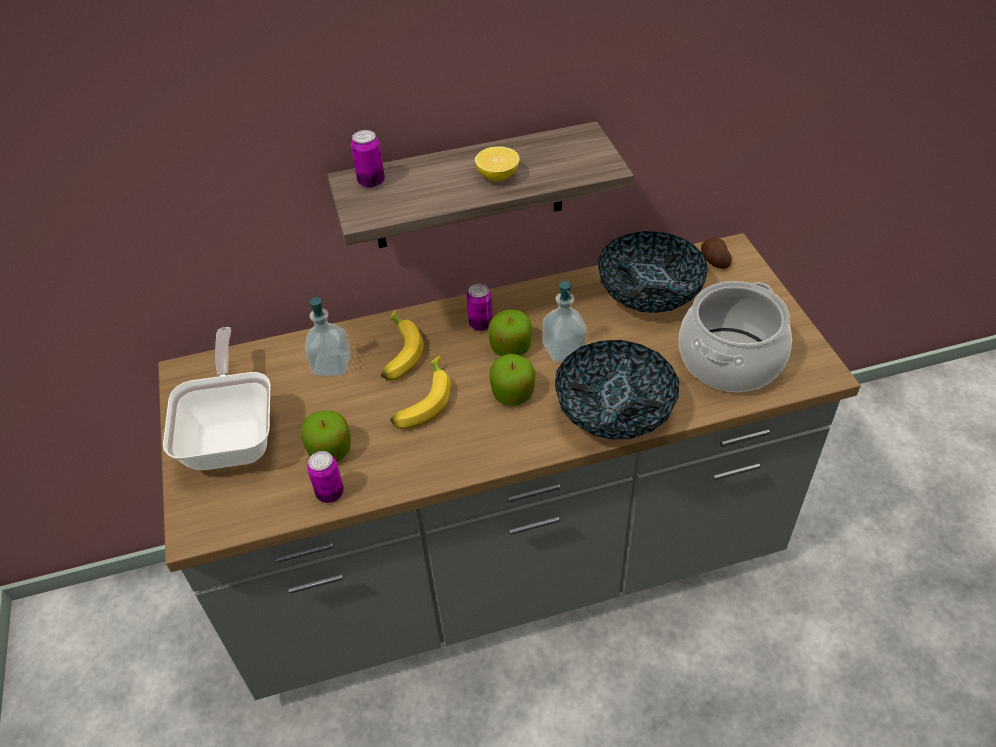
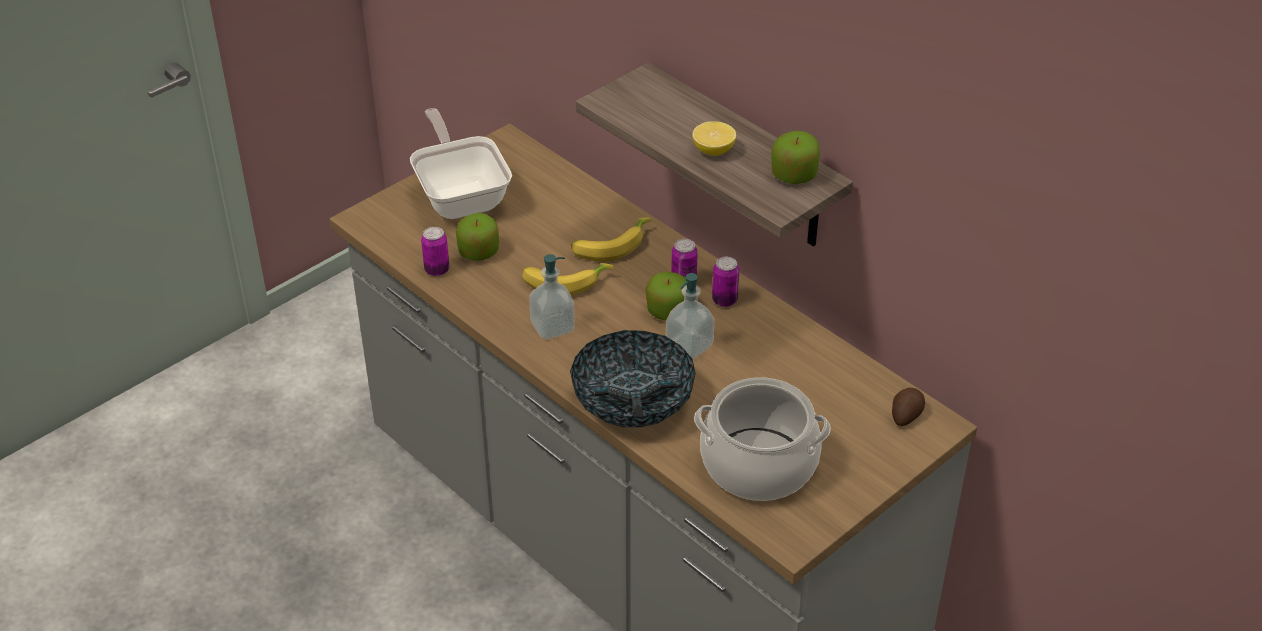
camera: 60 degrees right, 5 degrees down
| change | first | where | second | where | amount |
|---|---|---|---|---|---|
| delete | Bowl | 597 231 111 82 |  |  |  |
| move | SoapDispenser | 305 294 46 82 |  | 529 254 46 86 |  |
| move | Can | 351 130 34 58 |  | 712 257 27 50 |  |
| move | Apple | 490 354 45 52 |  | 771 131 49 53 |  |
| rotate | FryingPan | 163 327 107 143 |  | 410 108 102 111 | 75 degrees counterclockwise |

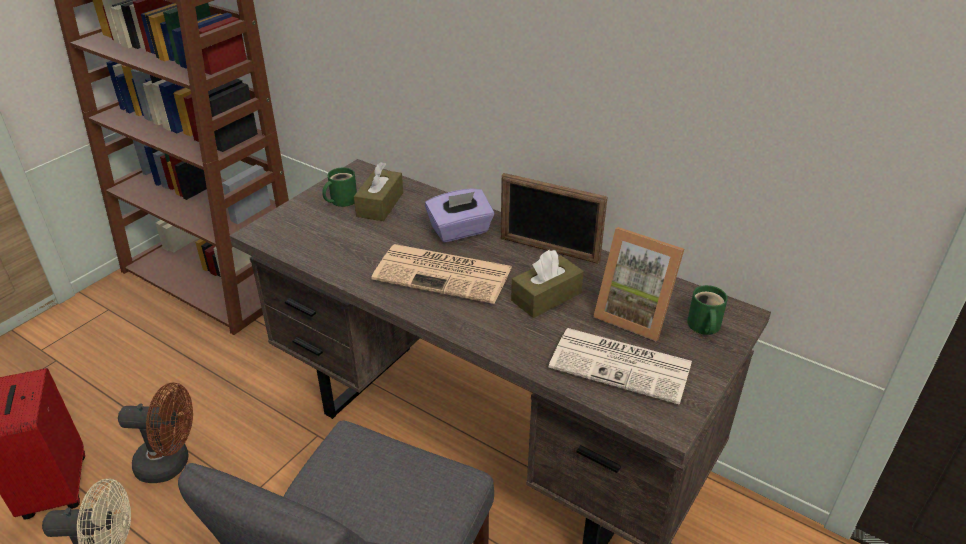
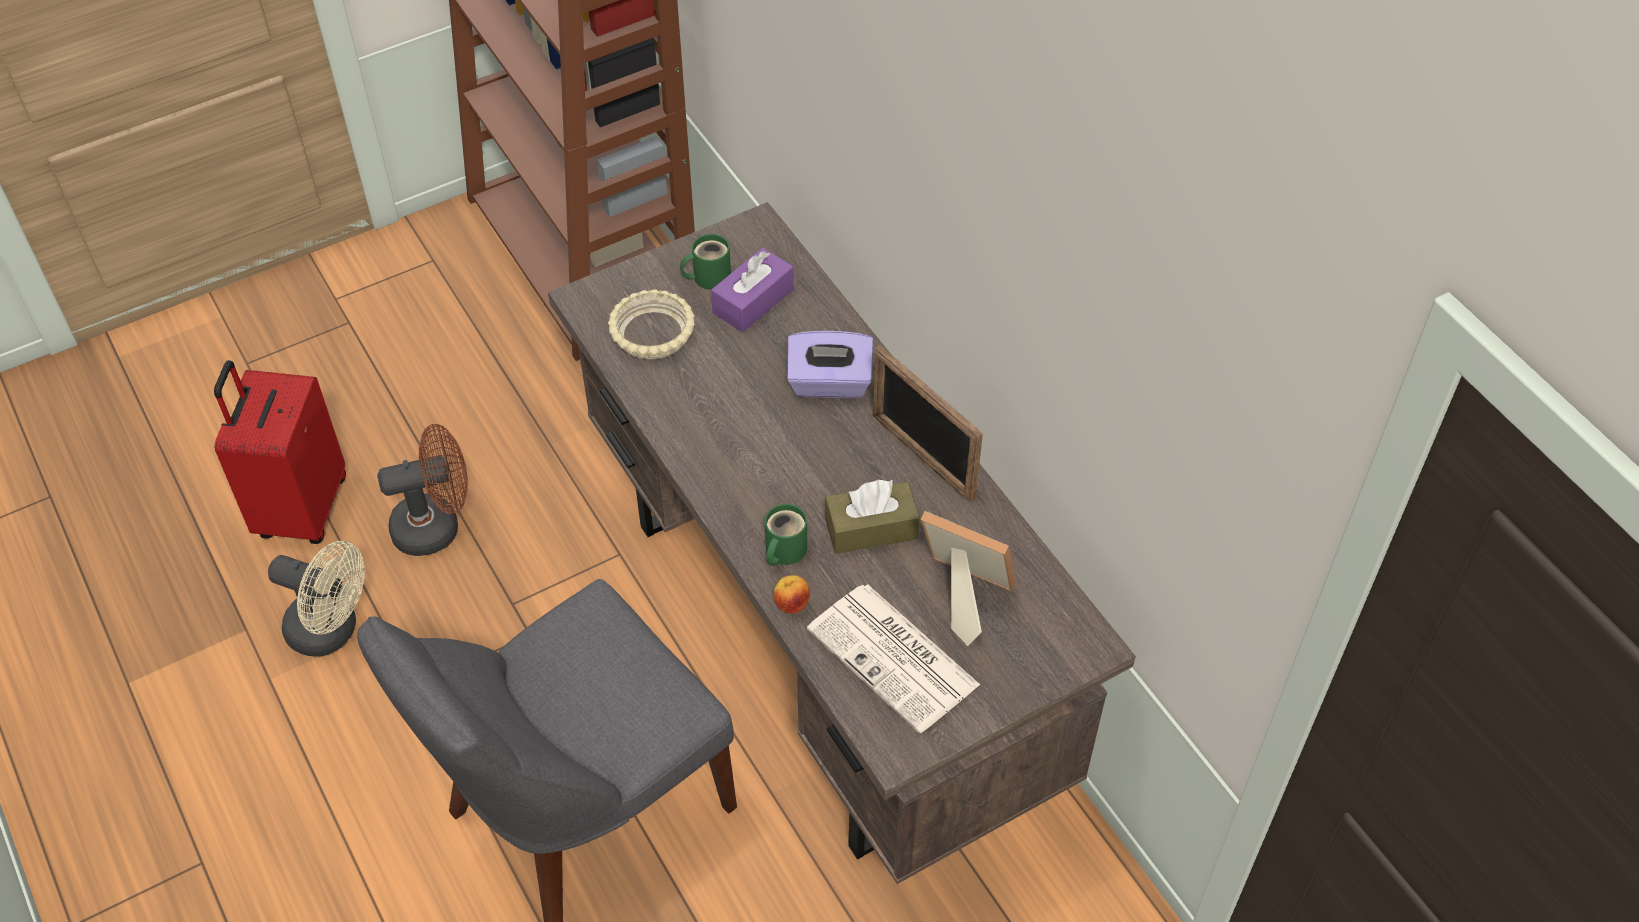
camera: 25 degrees right, 15 degrees up
| change | first | where | second | where | amount |
|---|---|---|---|---|---|
| delete | Newspaper | 371 244 141 60 |  |  |  |
| insert |  |  | BeigeBowl | 608 289 87 70 |  |
| insert |  |  | Apple | 774 575 36 39 |  |
| move | GreenMug | 687 285 41 50 |  | 765 504 42 62 |  |
| recolor | BrownTissueBox | 354 162 49 59 | PurpleTissueBox | 711 248 83 84 |  |
| rotate | BrownFan | 118 382 75 101 |  | 377 424 91 132 | 45 degrees counterclockwise |
| rotate | PictureFrame | 593 227 91 114 |  | 921 511 95 135 | 150 degrees clockwise |

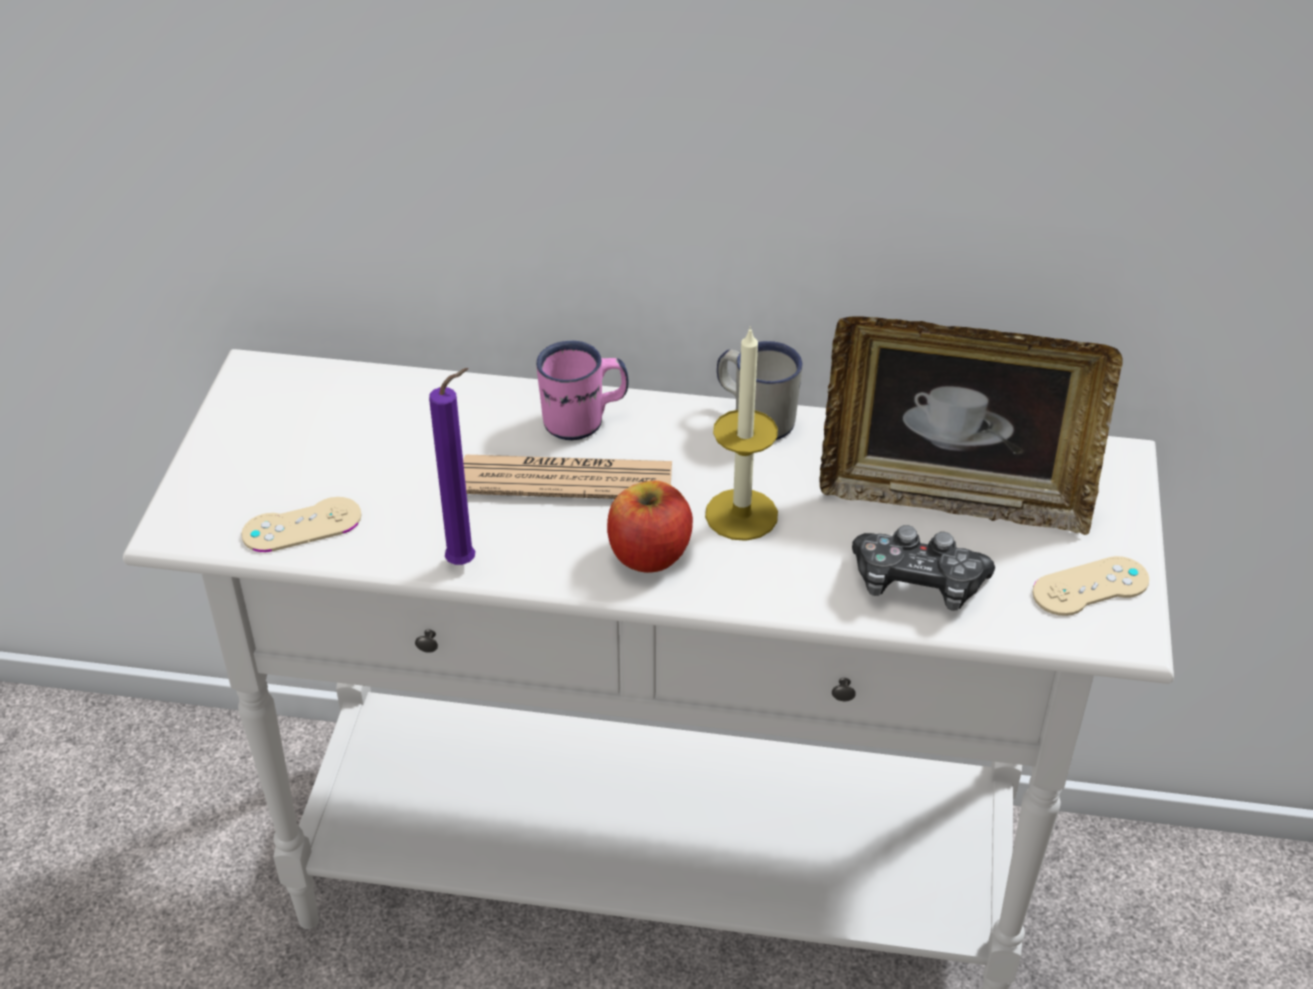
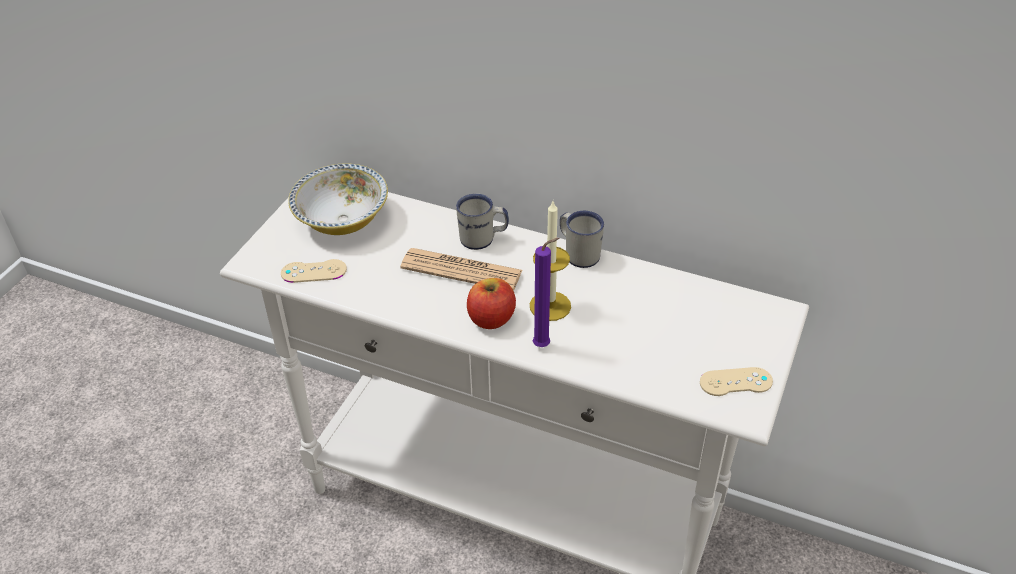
camera: 15 degrees right, 0 degrees up
| change | first | where | second | where | amount |
|---|---|---|---|---|---|
| delete | PictureFrame | 819 316 304 219 |  |  |  |
| delete | GameController | 852 525 143 86 |  |  |  |
| insert |  |  | Bowl | 288 163 100 72 |  |
| move | PurpleCandle | 429 368 46 197 |  | 533 238 27 109 |  |
| recolor | PinkMug | 536 340 93 100 | WhiteMug | 456 194 53 56 |  |

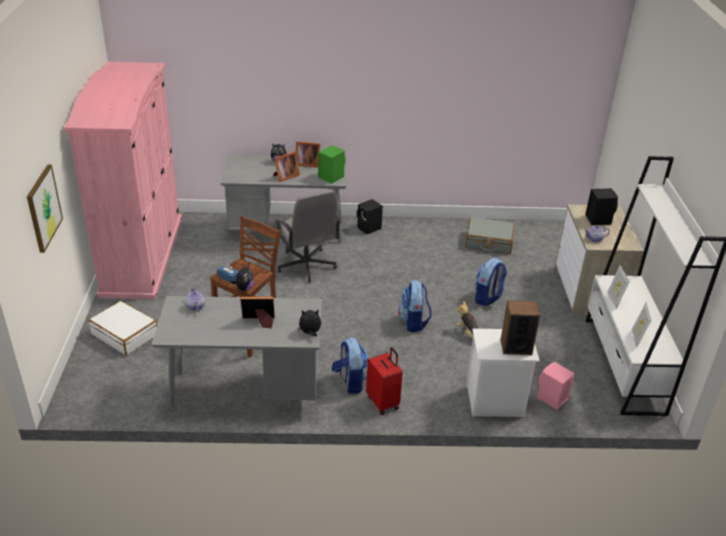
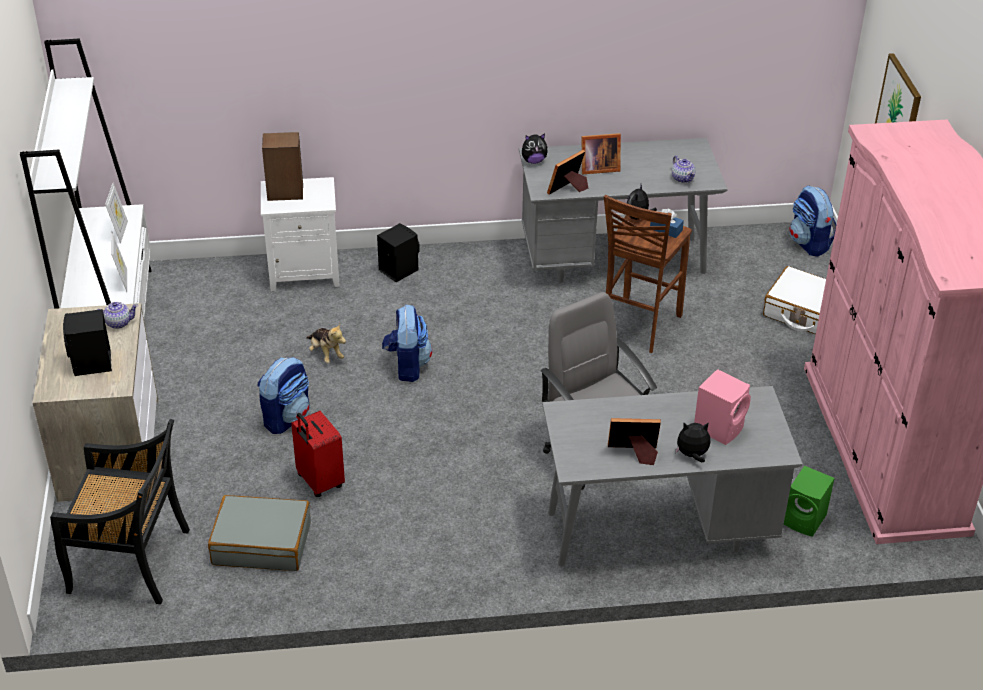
camera: 175 degrees right, 5 degrees up
| change | first | where | second | where | amount |
|---|---|---|---|---|---|
| insert |  |  | BlackChair | 50 419 140 185 |  |
| move | PictureFrame | 273 151 27 31 |  | 547 150 41 45 |  |
| move | GreenSpeaker | 318 146 28 38 |  | 784 466 51 71 |  |
| move | Backpack | 332 337 36 57 |  | 789 185 47 72 |  |
| move | BlackSpeaker | 357 199 26 35 |  | 377 223 43 59 |  |
| move | RedSuitcase | 366 347 37 68 |  | 291 411 54 86 |  |
| move | PinkSpeaker | 537 362 38 48 |  | 694 369 57 76 |  |

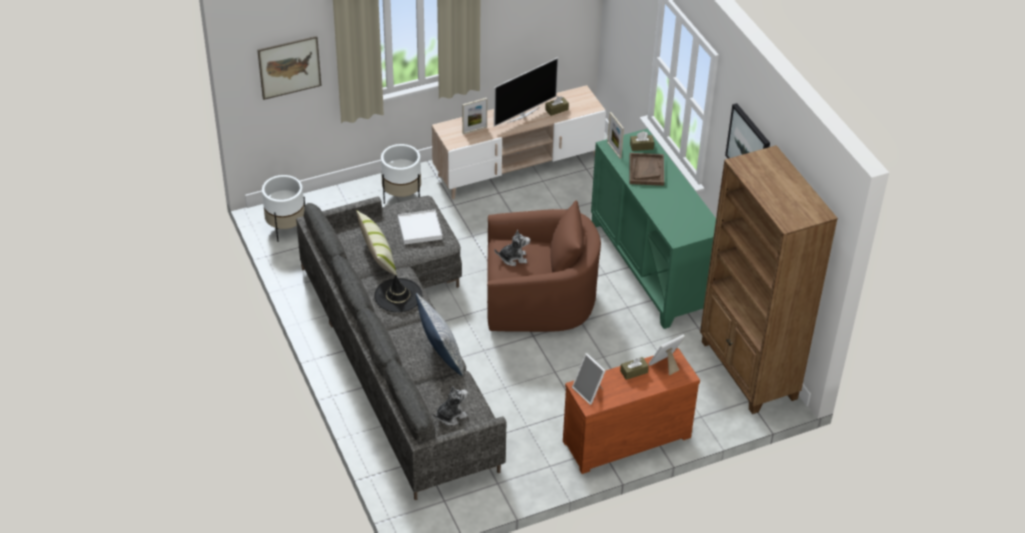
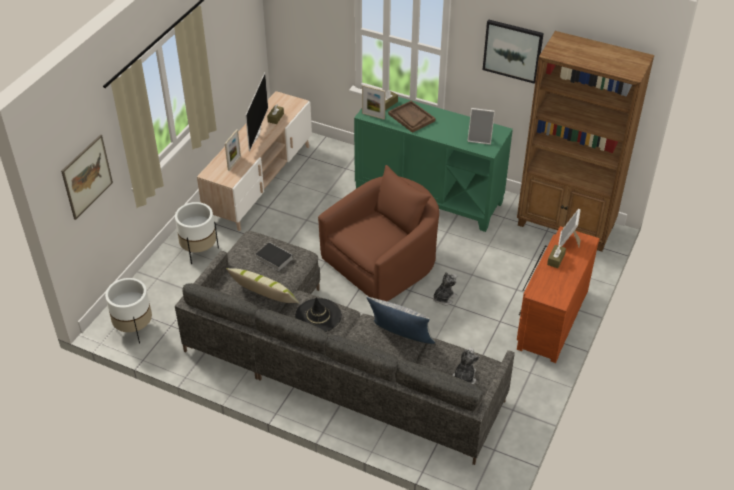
camera: 40 degrees left, 0 degrees up
| change | first | where | second | where | amount |
|---|---|---|---|---|---|
| move | PlushToy | 495 230 35 36 |  | 433 272 24 33 |  |
| move | PictureFrame | 572 353 34 52 |  | 467 108 28 37 |  |
| replace | WhiteTray | 398 210 44 35 | Book | 256 242 37 29 |  |

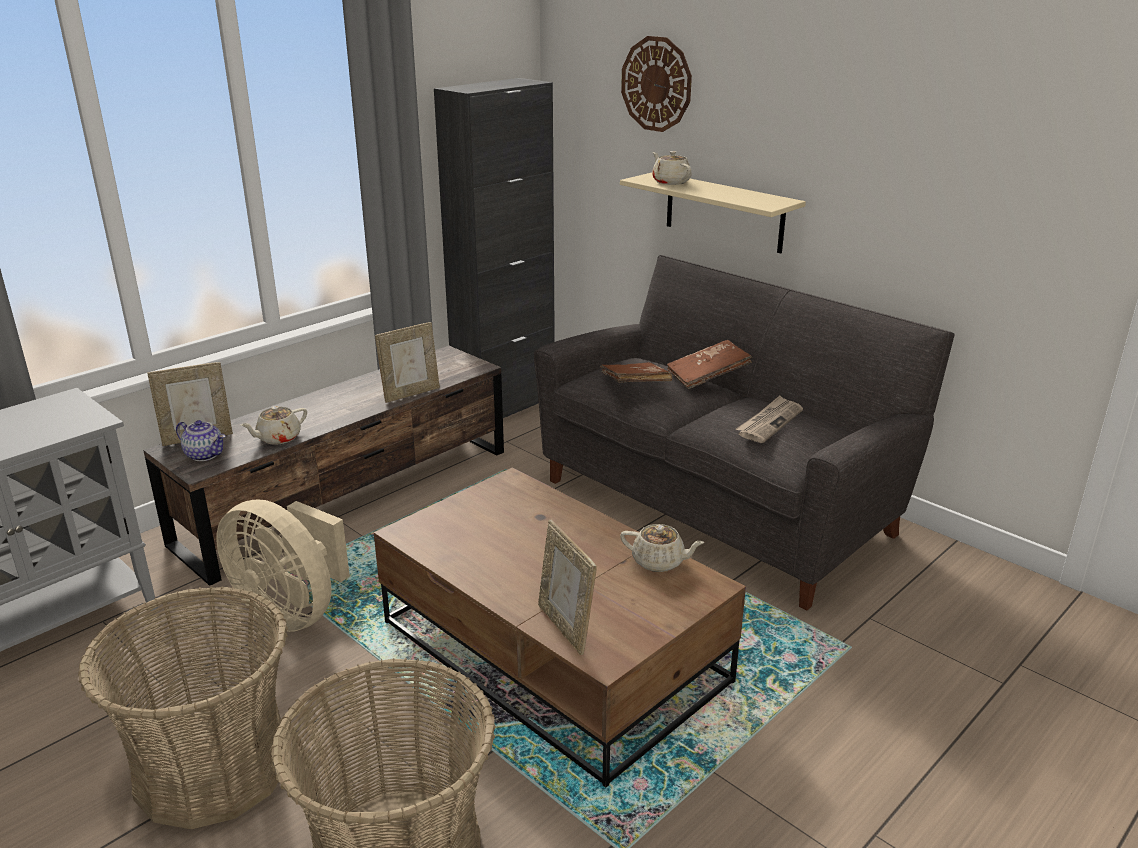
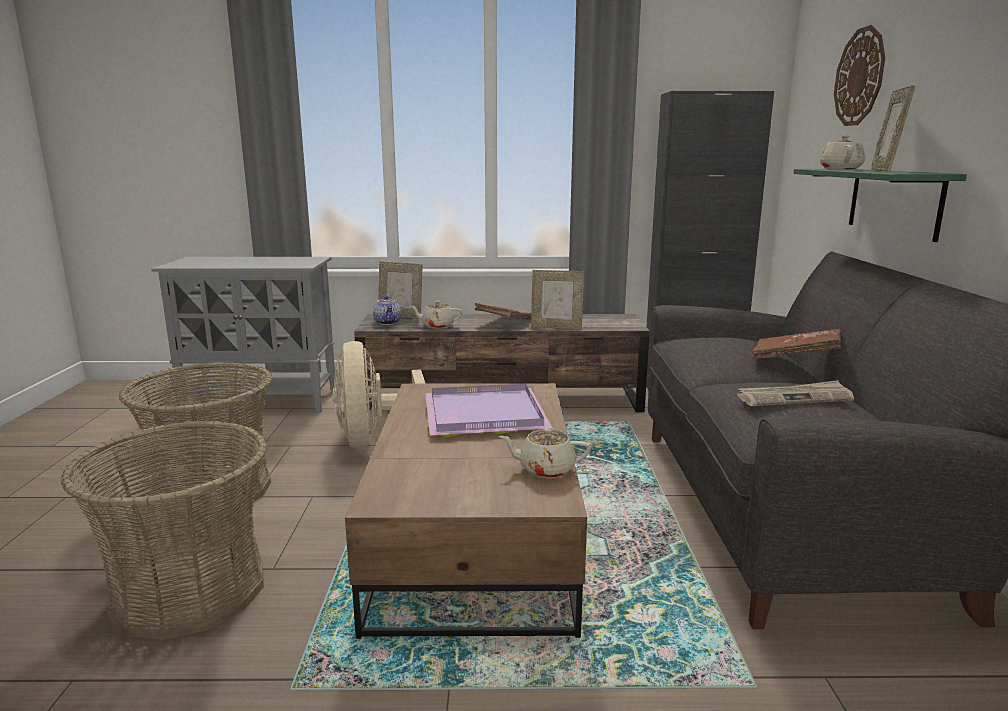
camera: 45 degrees right, 10 degrees down
| change | first | where | second | where | amount |
|---|---|---|---|---|---|
| insert |  |  | PurpleTray | 425 384 127 53 |  |
| move | PictureFrame | 538 520 59 135 |  | 871 85 44 87 |  |
| move | BrownBook | 600 362 72 21 |  | 474 303 57 17 |  |
| recolor | BeigeShelf | 620 173 186 80 | GreenShelf | 793 169 174 73 |  |
| rotate | BeigeTeapot | 620 524 85 48 |  | 499 427 92 51 | 120 degrees clockwise |

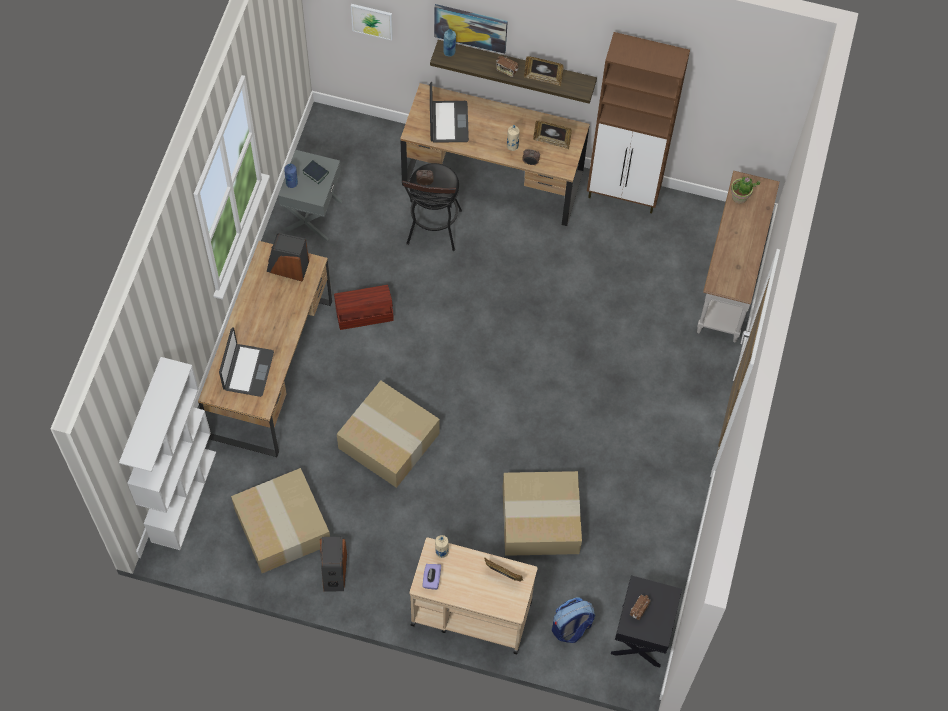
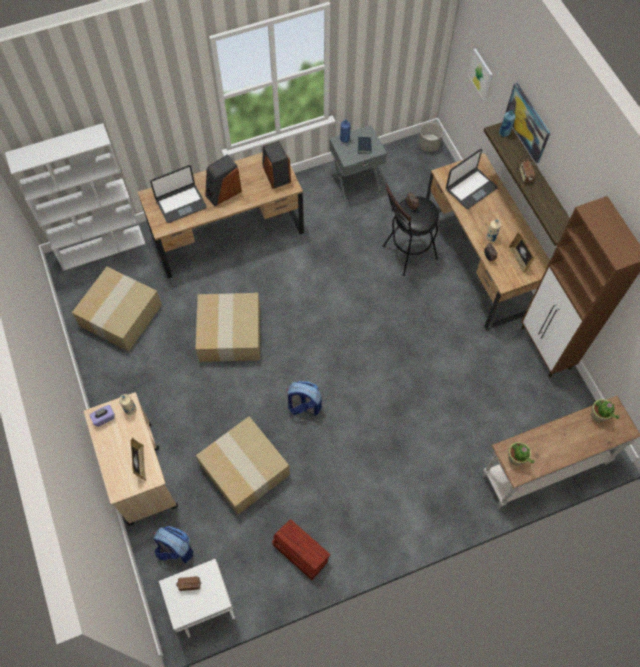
camera: 55 degrees right, 0 degrees up
| change | first | where | second | where | amount |
|---|---|---|---|---|---|
| delete | PictureFrame | 524 56 40 30 |  |  |  |
| insert |  |  | Backpack | 286 381 36 34 |  |
| insert |  |  | GreyPlanter | 418 123 25 29 |  |
| insert |  |  | PottedPlant | 508 442 27 24 |  |
| move | Speaker | 320 537 27 54 |  | 205 154 37 52 |  |
| move | BrownStorageBox | 334 285 60 45 |  | 272 519 58 61 |  |
| recolor | BlackNightstand | 611 575 71 92 | WhiteNightstand | 159 559 76 79 |  |

